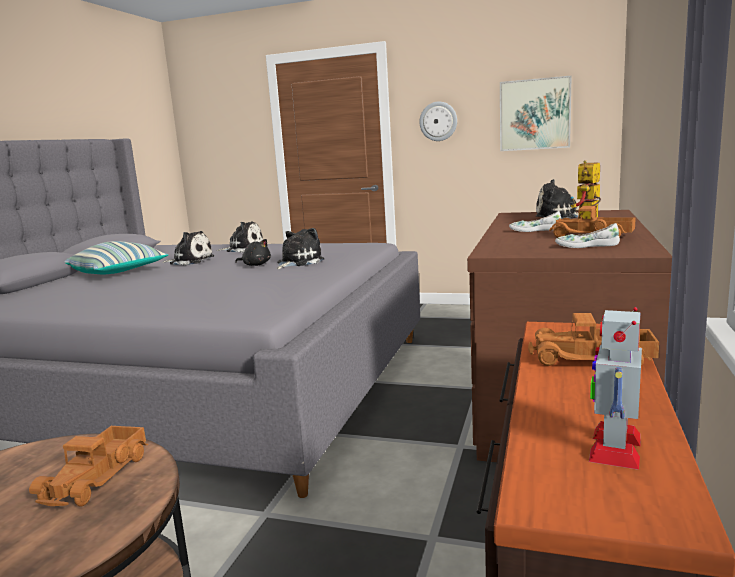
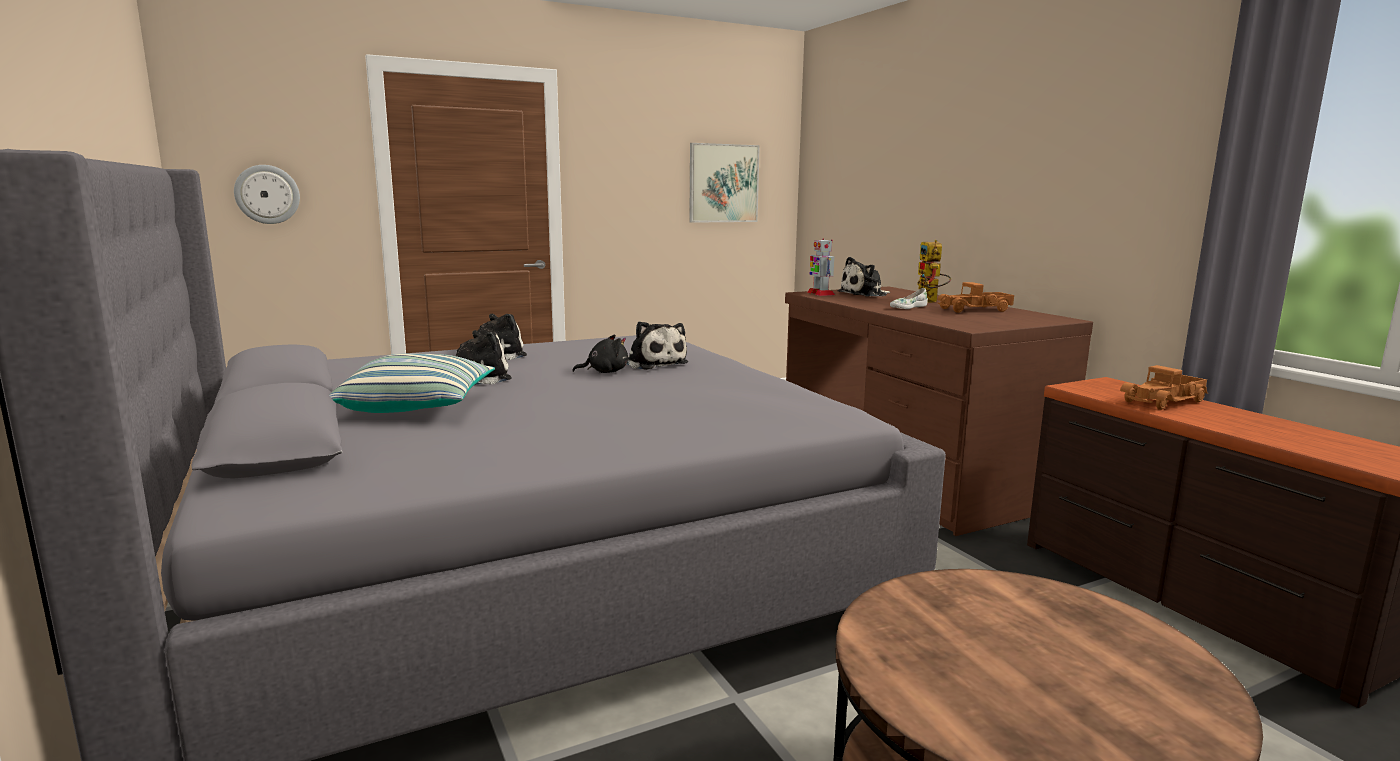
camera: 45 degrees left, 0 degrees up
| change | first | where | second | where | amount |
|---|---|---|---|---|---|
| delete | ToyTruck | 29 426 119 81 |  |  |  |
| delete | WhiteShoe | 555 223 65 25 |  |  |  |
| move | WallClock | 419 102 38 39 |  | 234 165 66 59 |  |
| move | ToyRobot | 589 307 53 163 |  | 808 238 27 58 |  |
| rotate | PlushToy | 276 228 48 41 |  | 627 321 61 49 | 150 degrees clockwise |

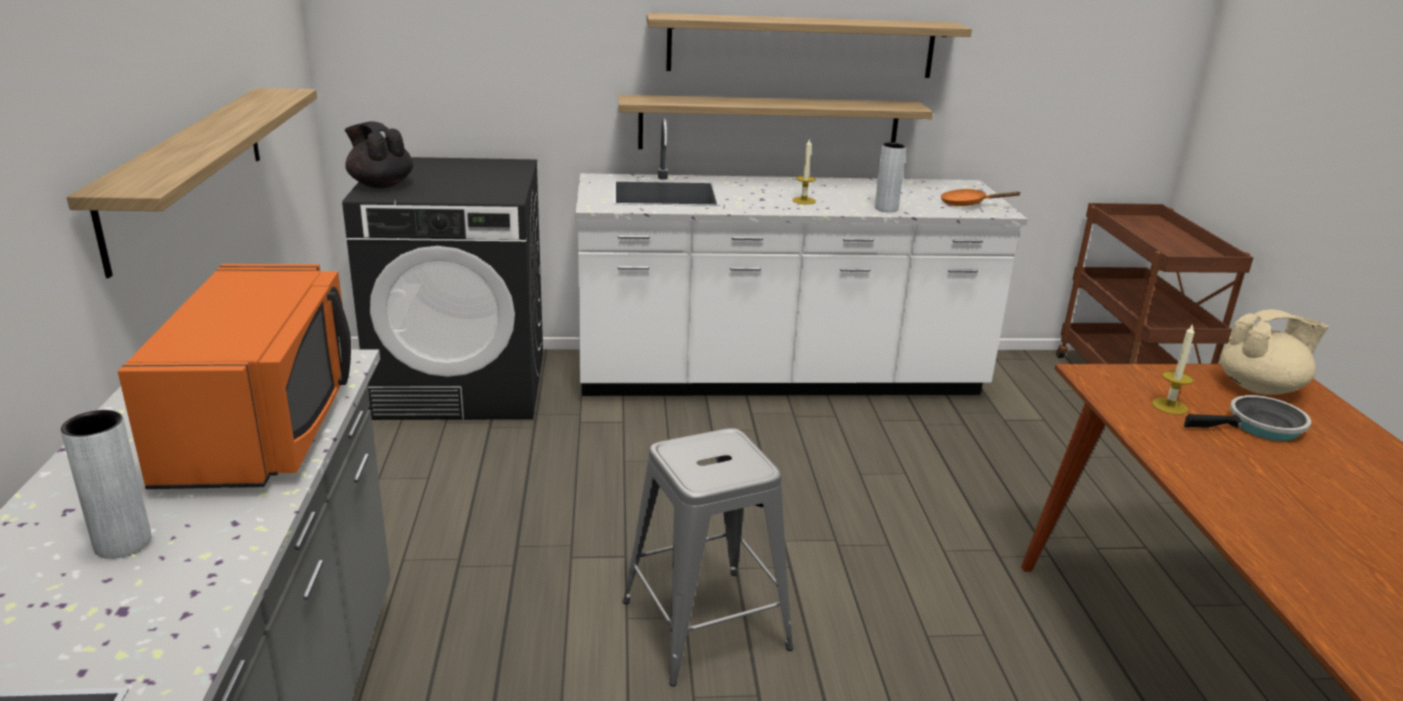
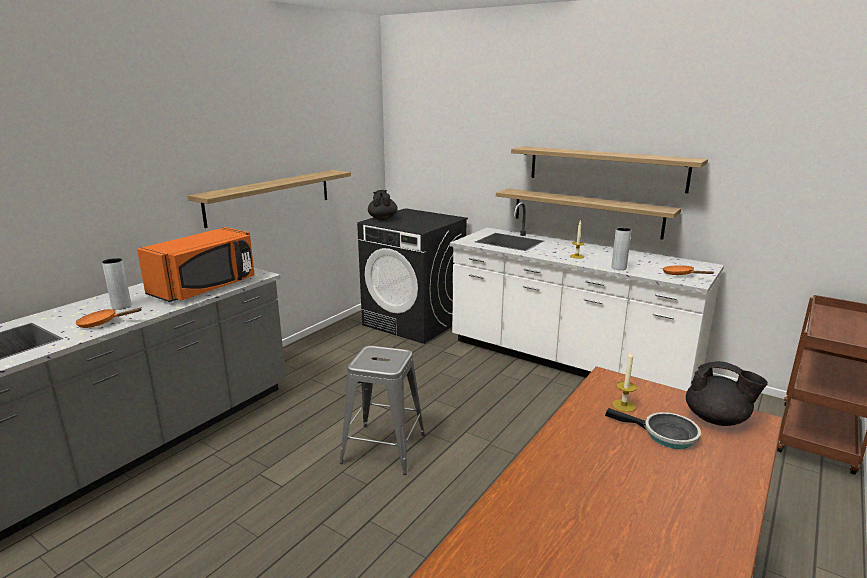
camera: 40 degrees right, 5 degrees down
| change | first | where | second | where | amount |
|---|---|---|---|---|---|
| insert |  |  | OrangeFryingPan | 76 308 66 20 |  |
| recolor | BeigeTeapot | 1220 309 109 86 | BlackTeapot | 686 361 82 65 |  |

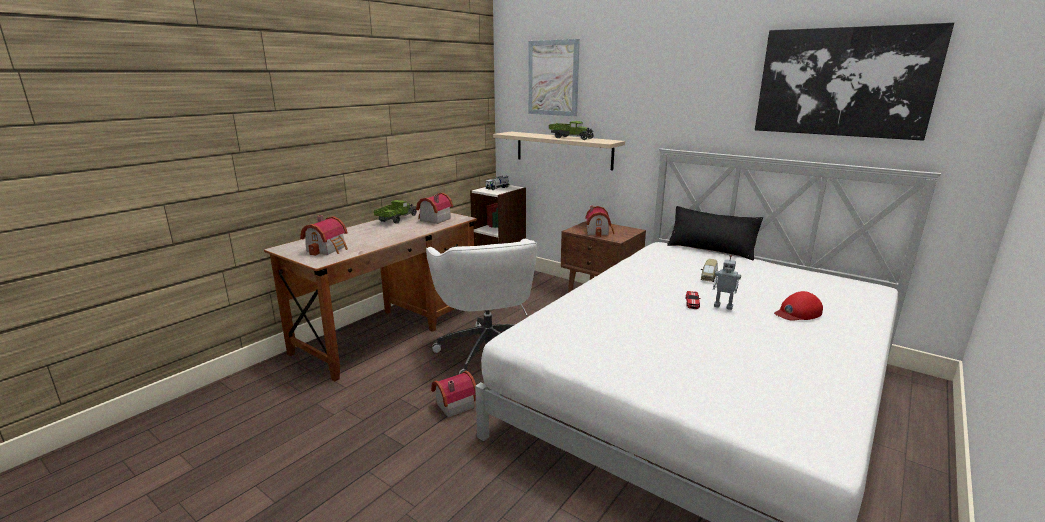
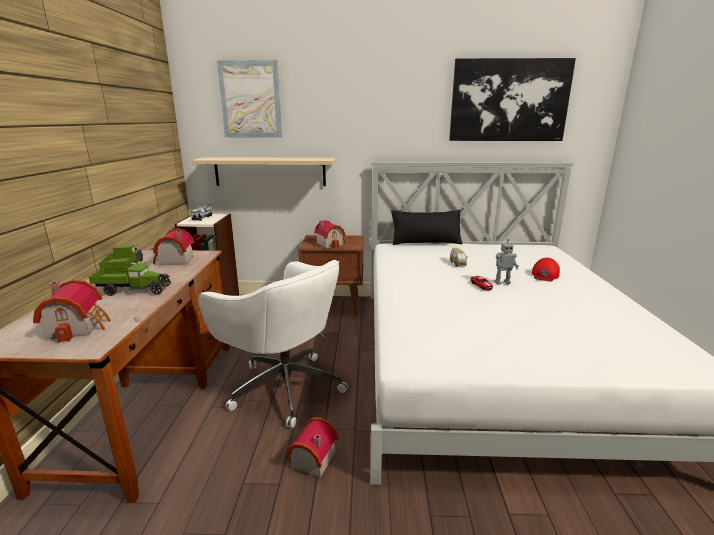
camera: 35 degrees left, 0 degrees up
| change | first | where | second | where | amount |
|---|---|---|---|---|---|
| move | ToyTruck | 549 121 45 19 |  | 89 263 83 33 |  |

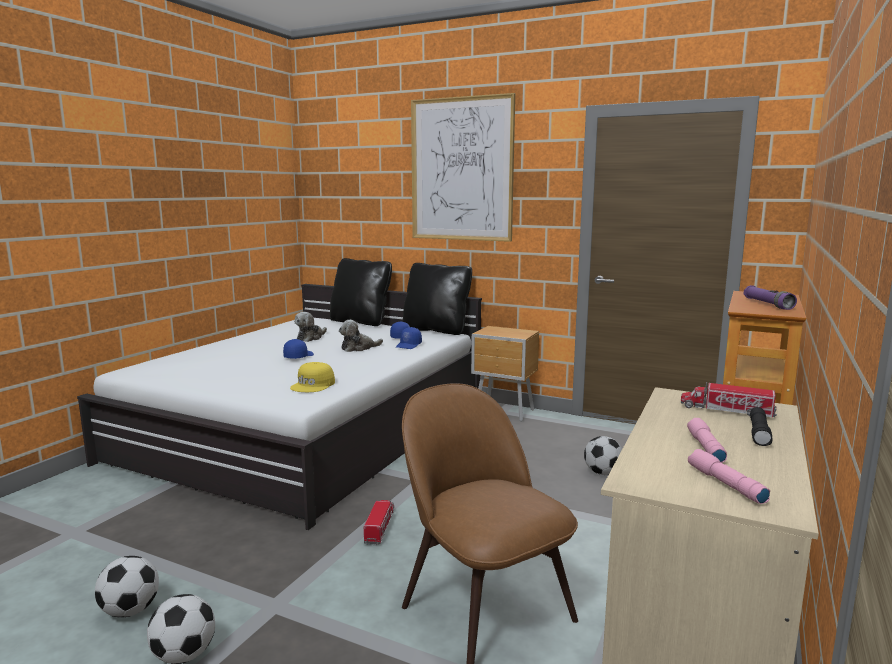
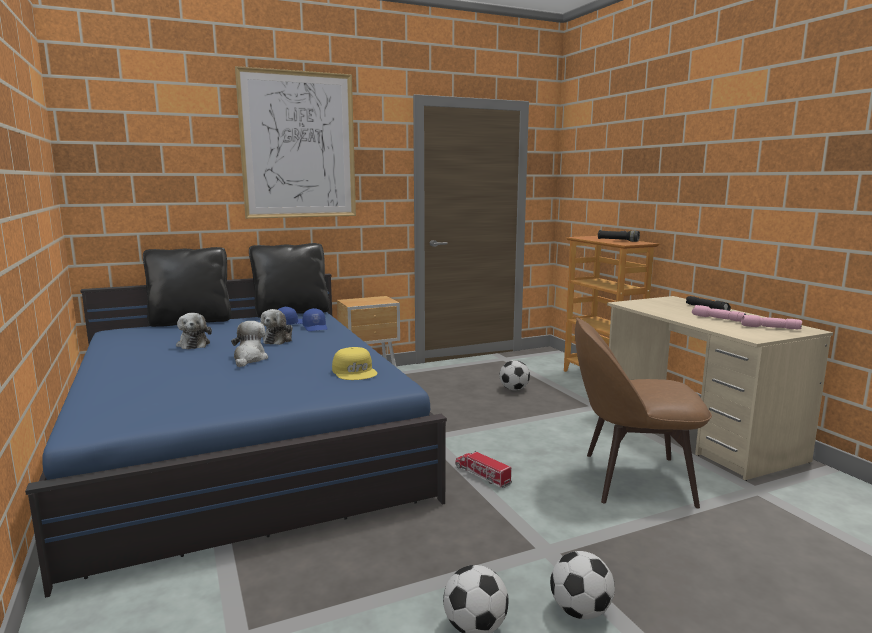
camera: 50 degrees left, 0 degrees up
| change | first | where | second | where | amount |
|---|---|---|---|---|---|
| delete | ToyTruck | 681 382 96 35 |  |  |  |
| replace | BlueCap | 283 339 31 20 | PlushToy | 231 321 37 46 |  |
| recolor | WhiteBed | 77 284 405 246 | BlueBed | 25 274 422 324 |  |
| recolor | PurpleFlashlight | 743 285 54 25 | BlackFlashlight | 598 230 42 12 |  |

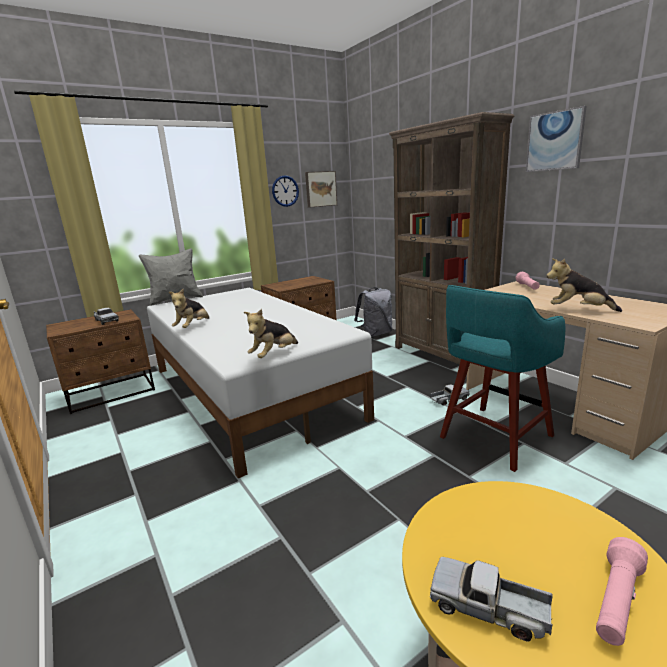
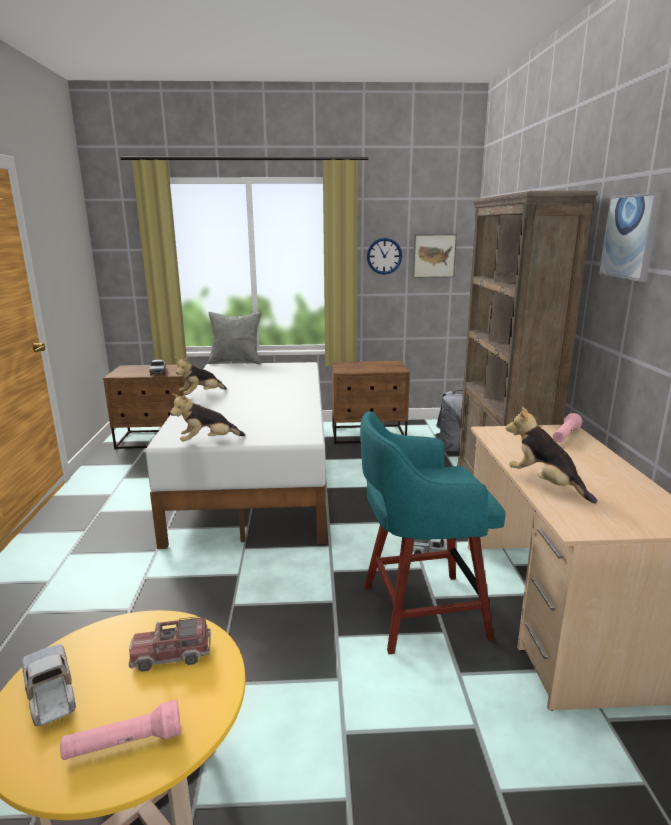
camera: 30 degrees right, 0 degrees up
| change | first | where | second | where | amount |
|---|---|---|---|---|---|
| insert |  |  | ToyTruck | 129 616 82 56 |  |

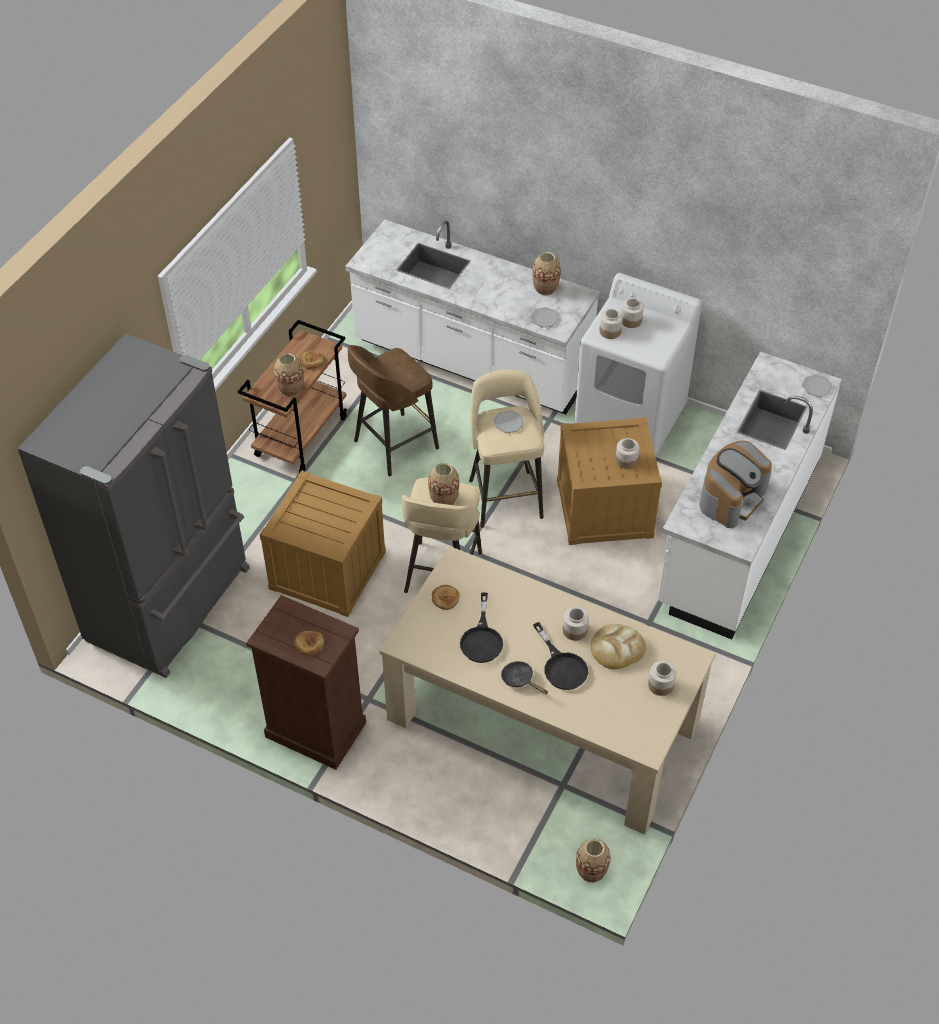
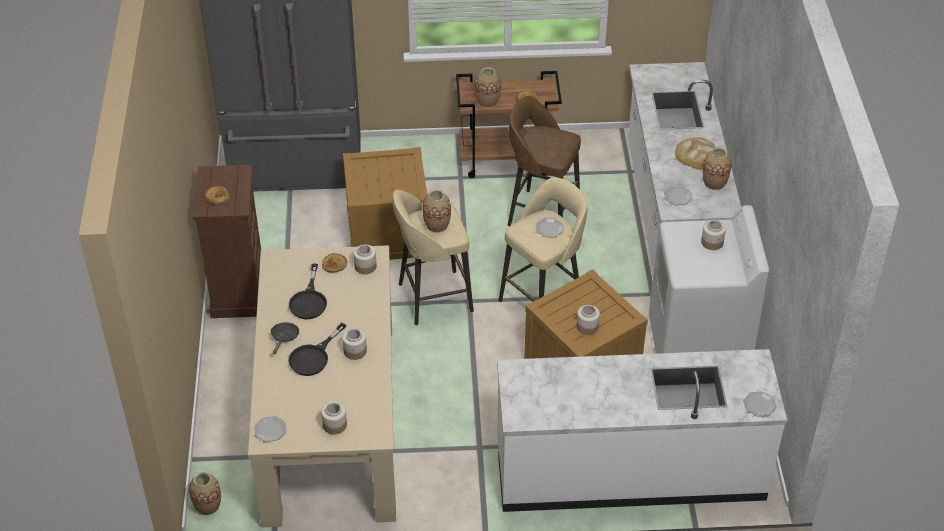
camera: 60 degrees right, 5 degrees down
| change | first | where | second | where | amount |
|---|---|---|---|---|---|
| delete | CoffeeMachine | 699 440 73 88 |  |  |  |
| insert |  |  | Plate | 254 416 33 26 |  |
| move | Bread | 590 624 56 45 |  | 675 137 41 33 |  |
| move | Jar | 599 309 24 30 |  | 354 245 23 29 |  |
| rotate | BlackFryingPan | 460 592 43 71 |  | 289 264 38 55 | 60 degrees counterclockwise |

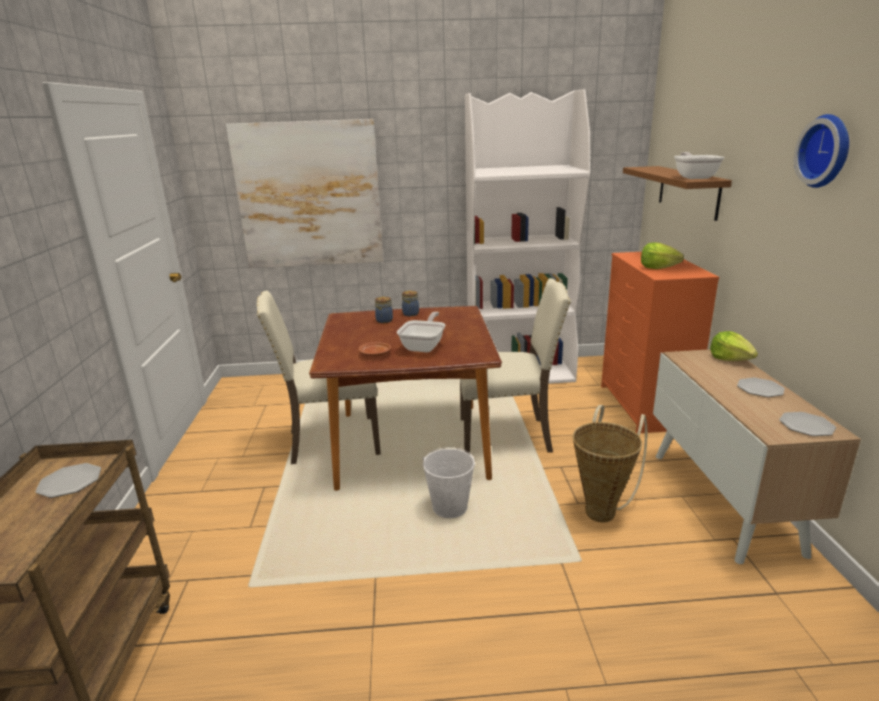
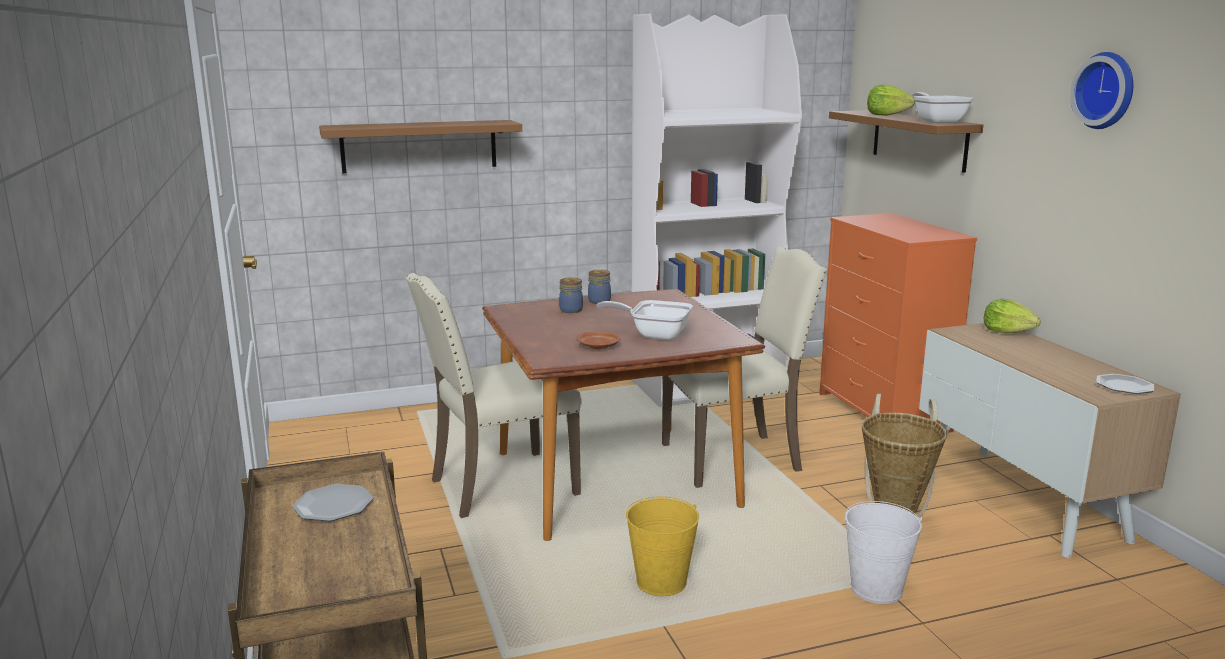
camera: 15 degrees left, 5 degrees down
| change | first | where | second | where | amount |
|---|---|---|---|---|---|
| delete | Plate | 737 377 48 20 |  |  |  |
| insert |  |  | YellowBucket | 626 496 73 100 |  |
| move | WhiteBucket | 423 447 52 71 |  | 844 501 78 103 |  |
| move | Lettuce | 641 242 43 27 |  | 867 85 48 31 |  |
| replace | Picture | 226 119 157 149 | BrownShelf | 319 120 203 53 |  |
| rotate | FryingPan | 397 312 49 40 |  | 596 300 97 40 | 75 degrees counterclockwise |

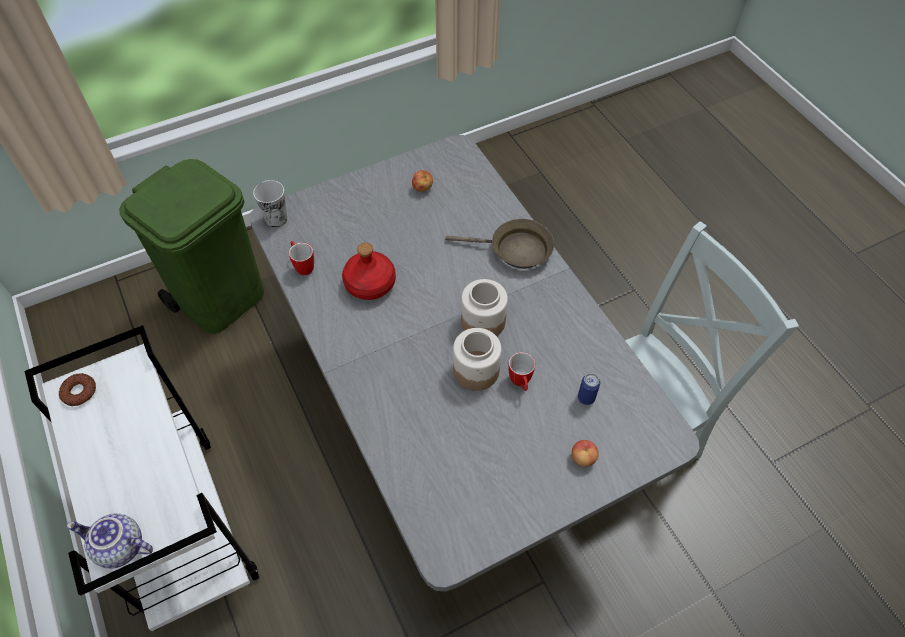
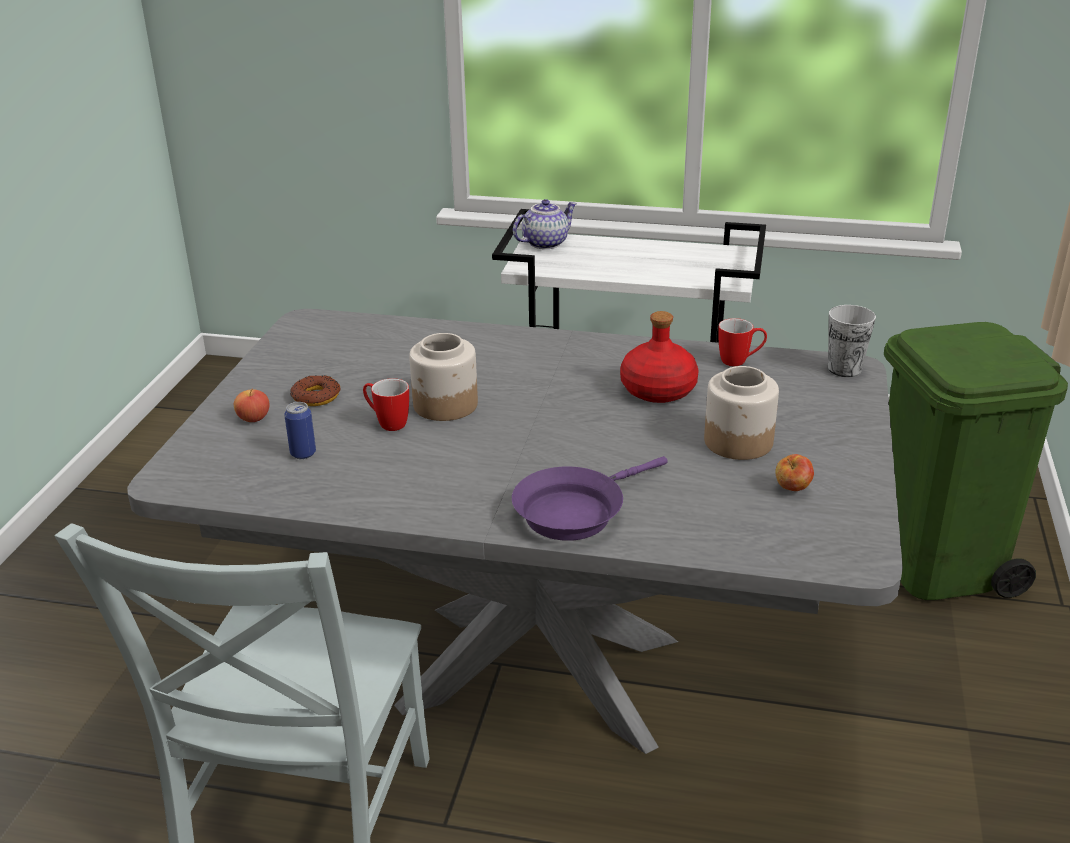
camera: 130 degrees right, 25 degrees down
| change | first | where | second | where | amount |
|---|---|---|---|---|---|
| move | Donut | 59 373 37 33 |  | 290 375 50 31 |  |
| move | Jar | 461 279 47 57 |  | 704 366 75 94 |  |
| recolor | BrownFryingPan | 445 219 109 50 | PurpleFryingPan | 512 456 156 85 |  |

